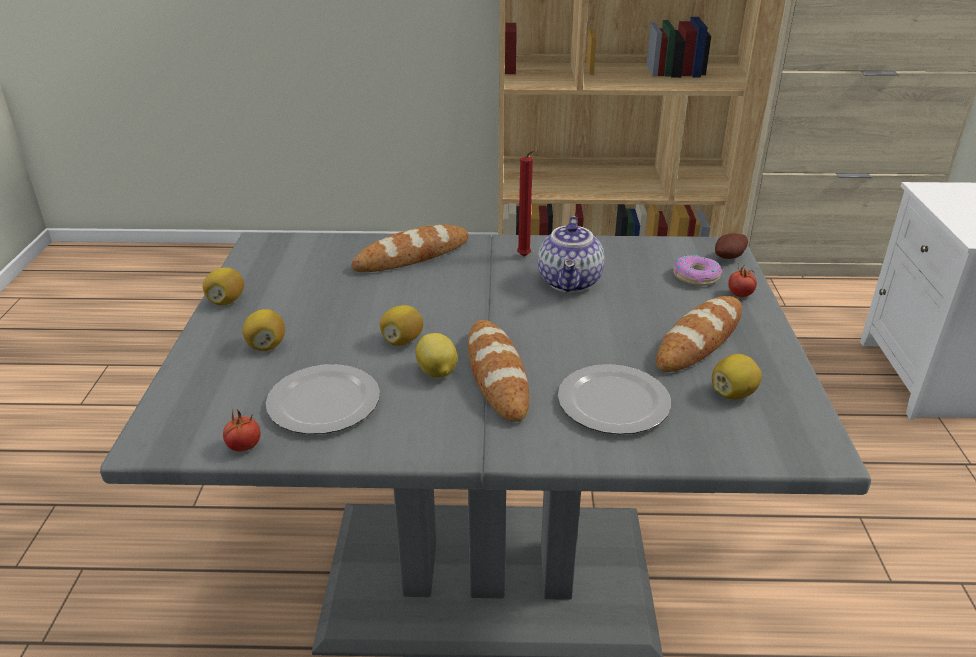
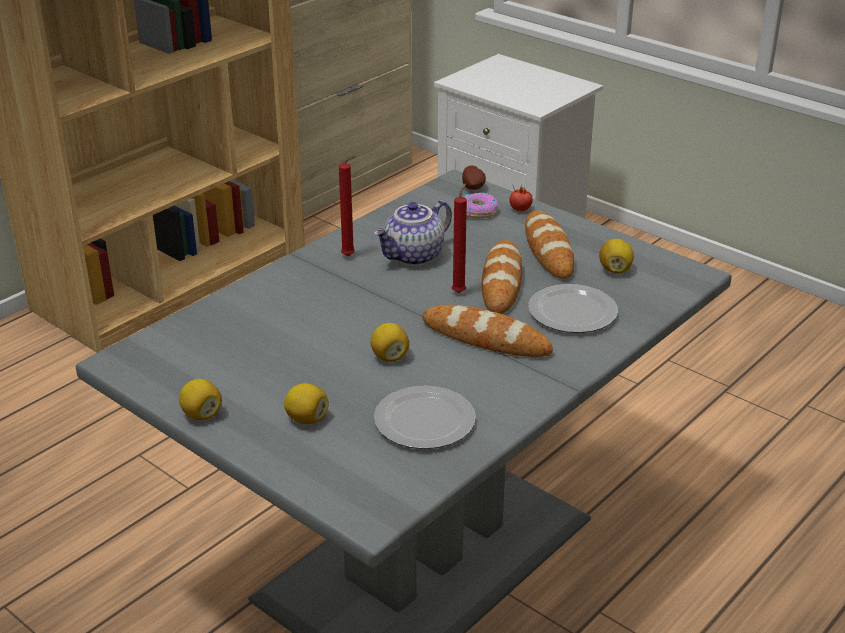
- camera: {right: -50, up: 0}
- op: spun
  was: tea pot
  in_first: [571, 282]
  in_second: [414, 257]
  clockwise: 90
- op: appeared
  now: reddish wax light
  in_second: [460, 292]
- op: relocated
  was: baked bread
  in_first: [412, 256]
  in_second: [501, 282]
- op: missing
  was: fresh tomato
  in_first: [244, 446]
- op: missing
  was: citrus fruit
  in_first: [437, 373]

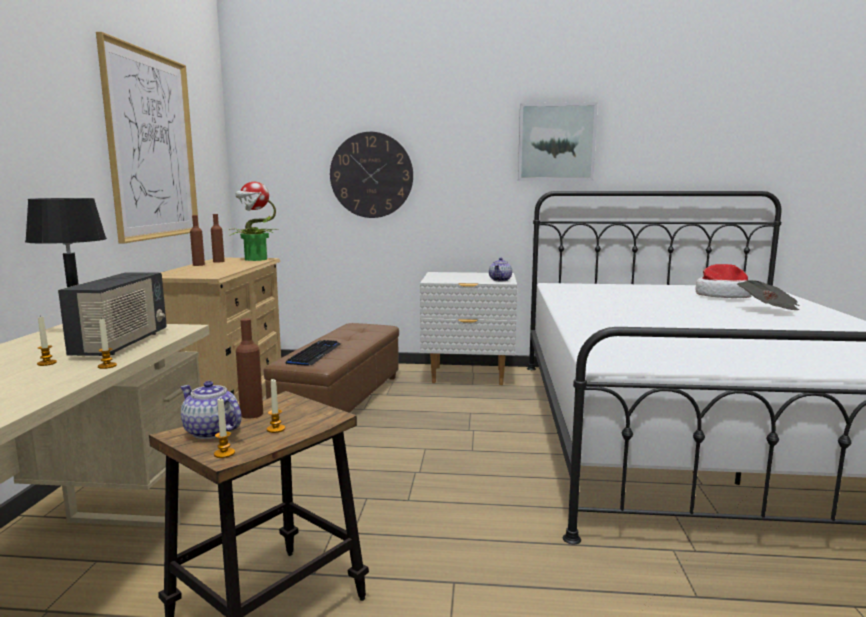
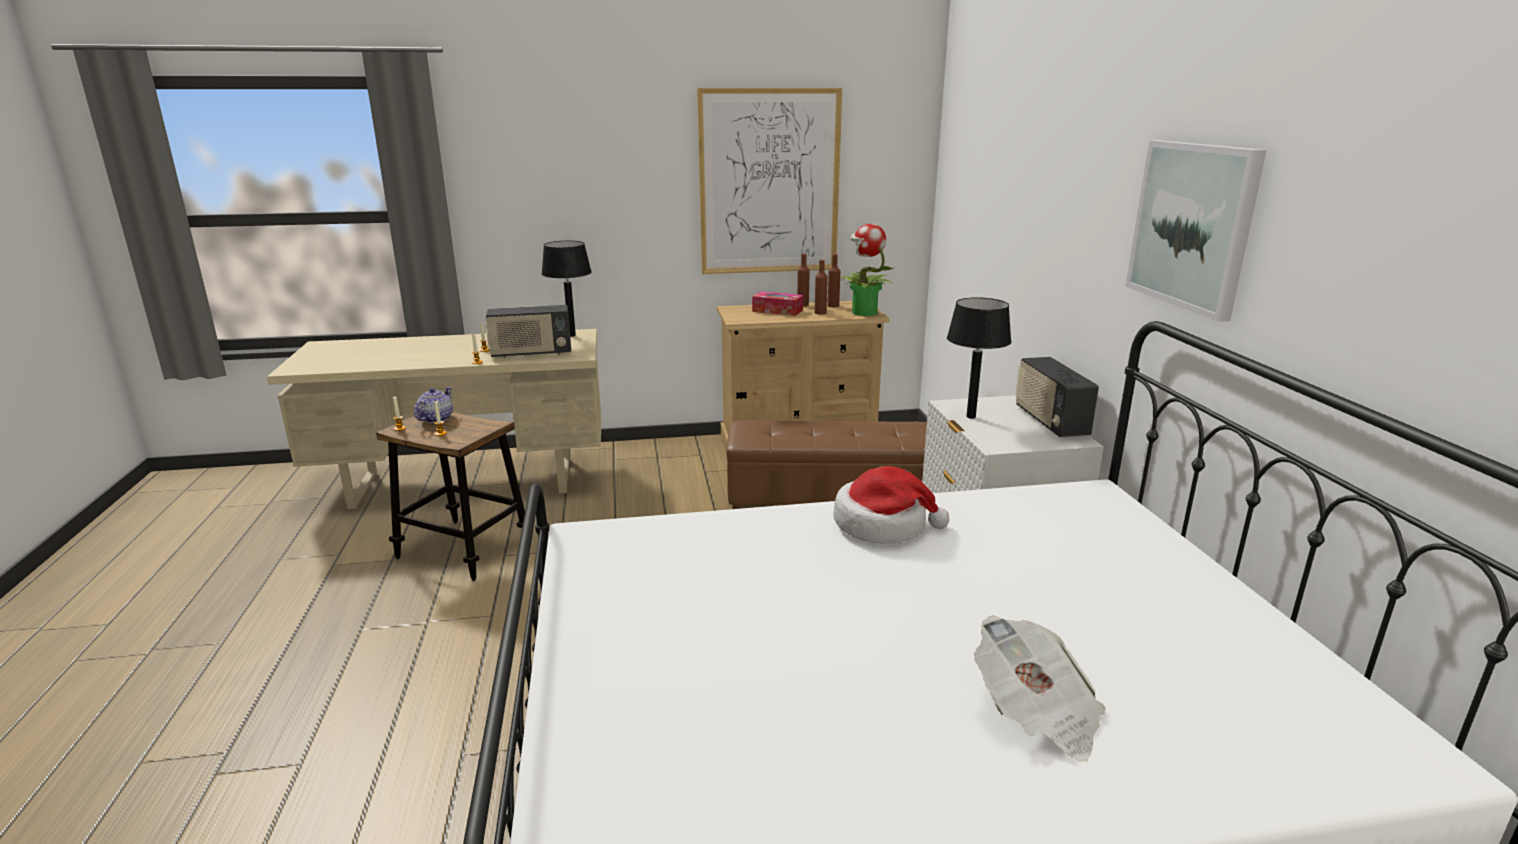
- camera: {right: 75, up: 10}
- op: appeared
  now: box of tissues
  in_second: [777, 311]
- op: relocated
  was: brown beverage bottle
  in_first: [251, 414]
  in_second: [820, 313]
- op: relocated
  was: wearable hat
  in_first: [722, 296]
  in_second: [883, 525]
- op: appeared
  now: black lamp for a table
  in_second: [971, 417]
- op: appeared
  now: radio receiver
  in_second: [1049, 422]
- op: missing
  was: keyboard
  in_first: [315, 354]
- op: missing
  was: wall clock
  in_first: [371, 175]
- op: missing
  was: tea pot
  in_first: [500, 280]

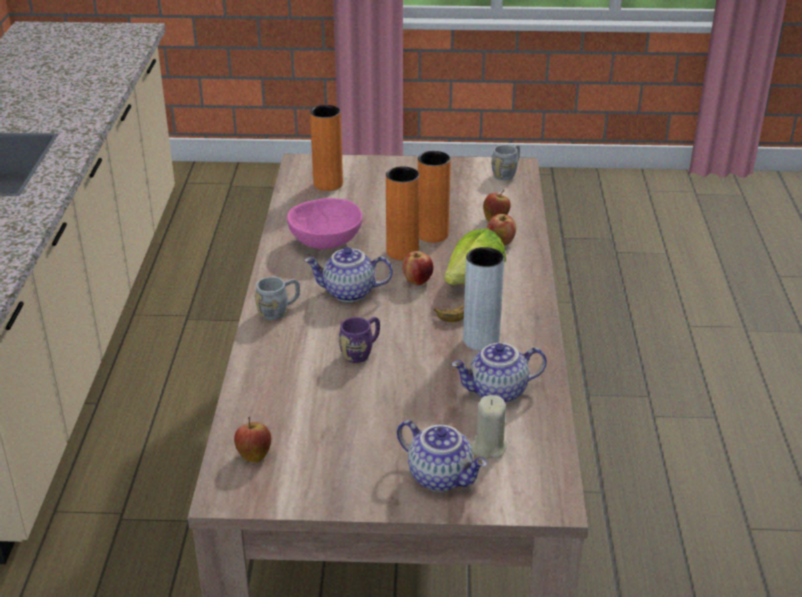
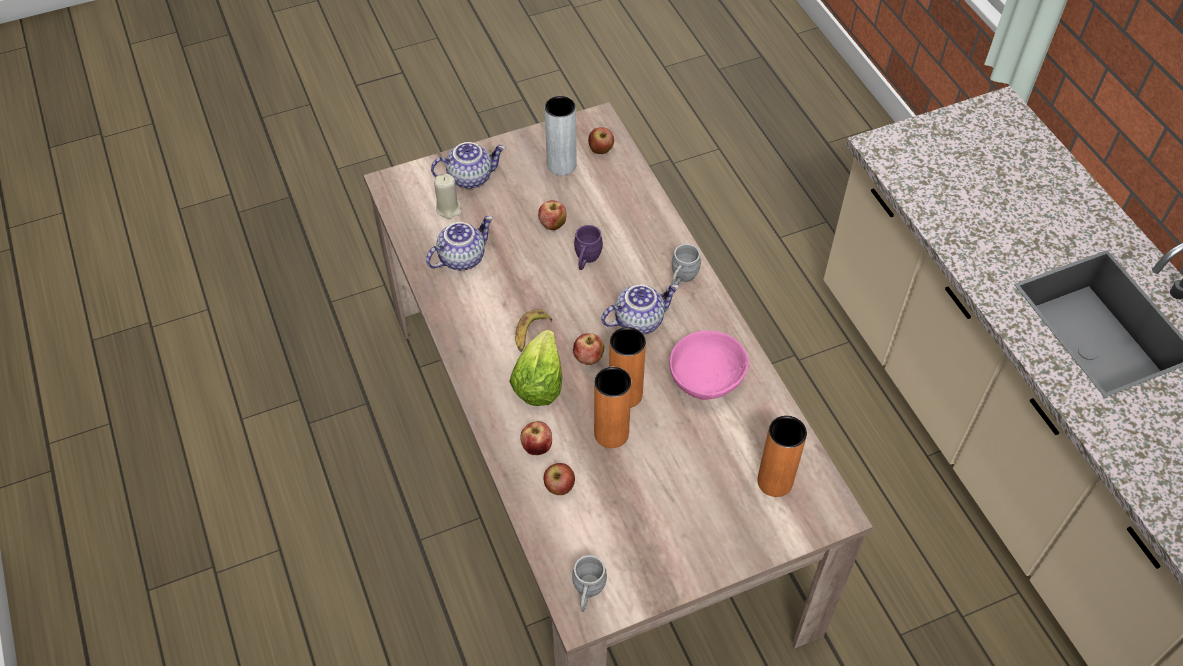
- camera: {right: 155, up: 20}
- op: spun
  was: tea pot
  in_first: [441, 476]
  in_second: [470, 177]
  clockwise: 150
- op: appeared
  now: whole apple
  in_second: [552, 225]
- op: relocated
  was: gray vase
  in_first: [481, 340]
  in_second: [561, 165]

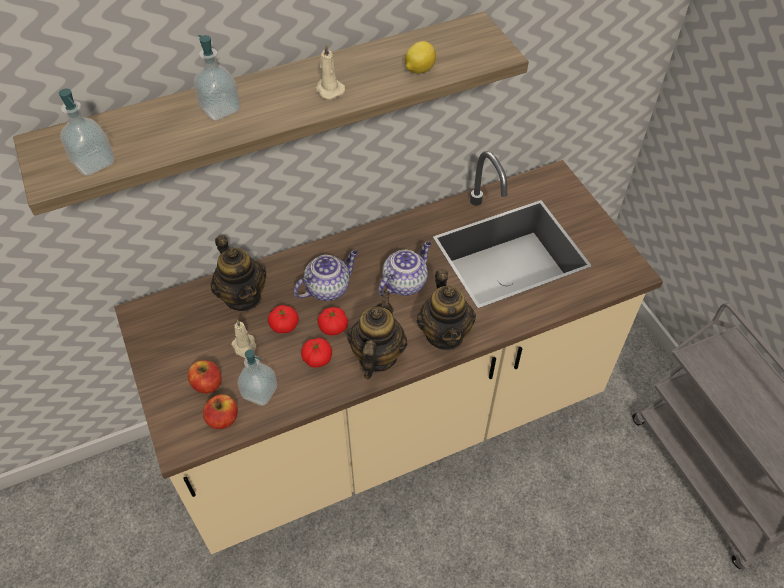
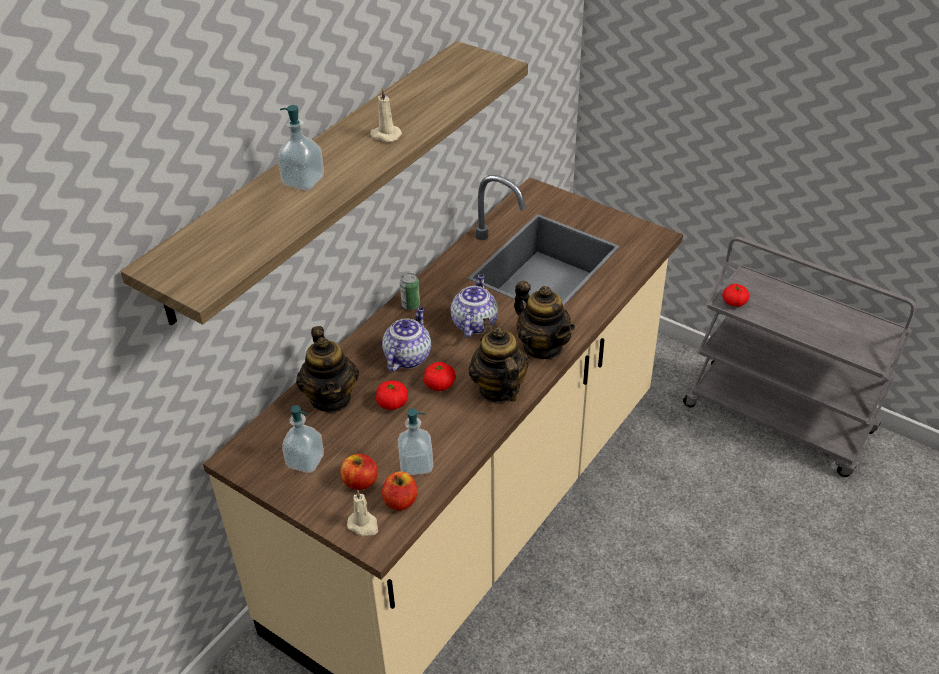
- camera: {right: -30, up: -10}
- op: relocated
  was: soap dispenser
  in_first: [94, 163]
  in_second: [305, 461]
- op: spun
  was: tea pot
  in_first: [243, 296]
  in_second: [331, 398]
  clockwise: 45
- op: relocated
  was: sand-coloured wax light
  in_first: [245, 347]
  in_second: [363, 525]
- op: appeared
  now: sealed can
  in_second: [410, 305]
- op: relocated
  was: fresh tomato
  in_first: [317, 358]
  in_second: [734, 302]
- op: missing
  was: citrus fruit
  in_first: [419, 70]

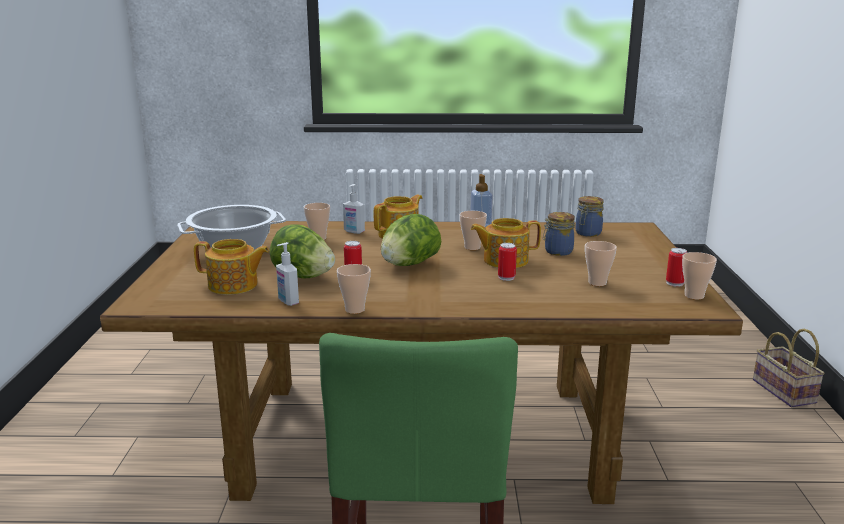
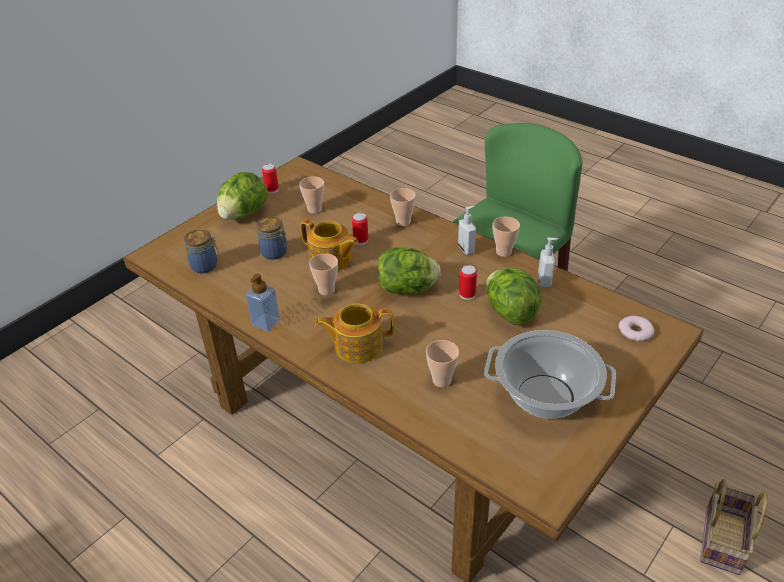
- camera: {right: -140, up: 20}
- op: appeared
  now: lettuce
  in_second: [243, 214]
- op: relocated
  was: small cup
  in_first: [694, 296]
  in_second: [403, 222]
- op: relocated
  was: soap dispenser
  in_first: [354, 232]
  in_second: [466, 249]
- op: appeared
  now: doughnut
  in_second: [635, 331]
- op: relocated
  was: basket
  in_first: [781, 391]
  in_second: [724, 541]
- op: missing
  was: tea pot
  in_first: [234, 285]

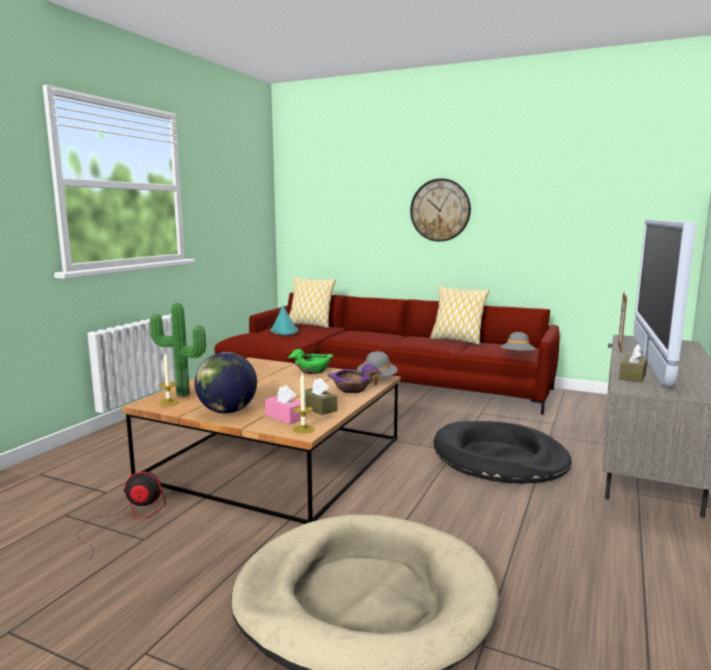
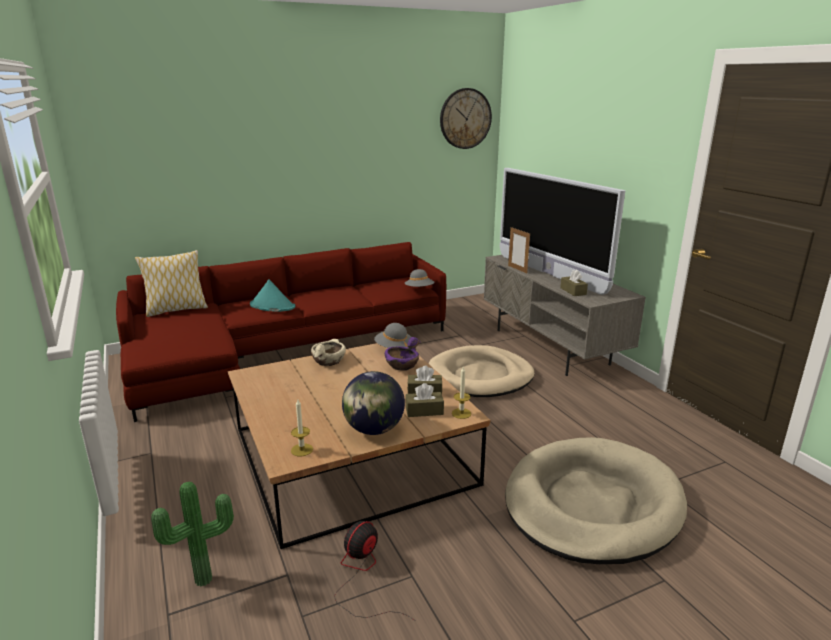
- camera: {right: -50, up: 10}
- op: relocated
  was: plant in a pot
  in_first: [182, 395]
  in_second: [205, 581]
- op: relocated
  was: turquoise-coloured wearable hat
  in_first: [283, 331]
  in_second: [272, 306]
- op: colour
  was: green bowl
  now: sand-coloured bowl
  in_first: [313, 371]
  in_second: [328, 361]
- op: colour
  was: pink-coloured box of tissues
  now: brown box of tissues
  in_first: [284, 417]
  in_second: [424, 411]
- op: colour
  was: black pet bed
  now: sand-coloured pet bed
  in_first: [499, 458]
  in_second: [480, 376]
- op: relocated
  was: wall clock
  in_first: [440, 210]
  in_second: [465, 118]
- op: missing
  was: pillow
  in_first: [457, 340]

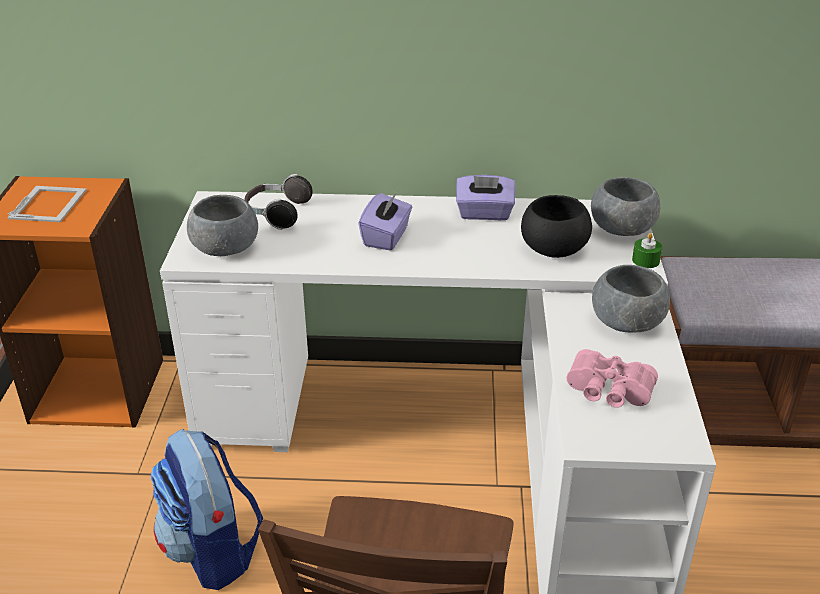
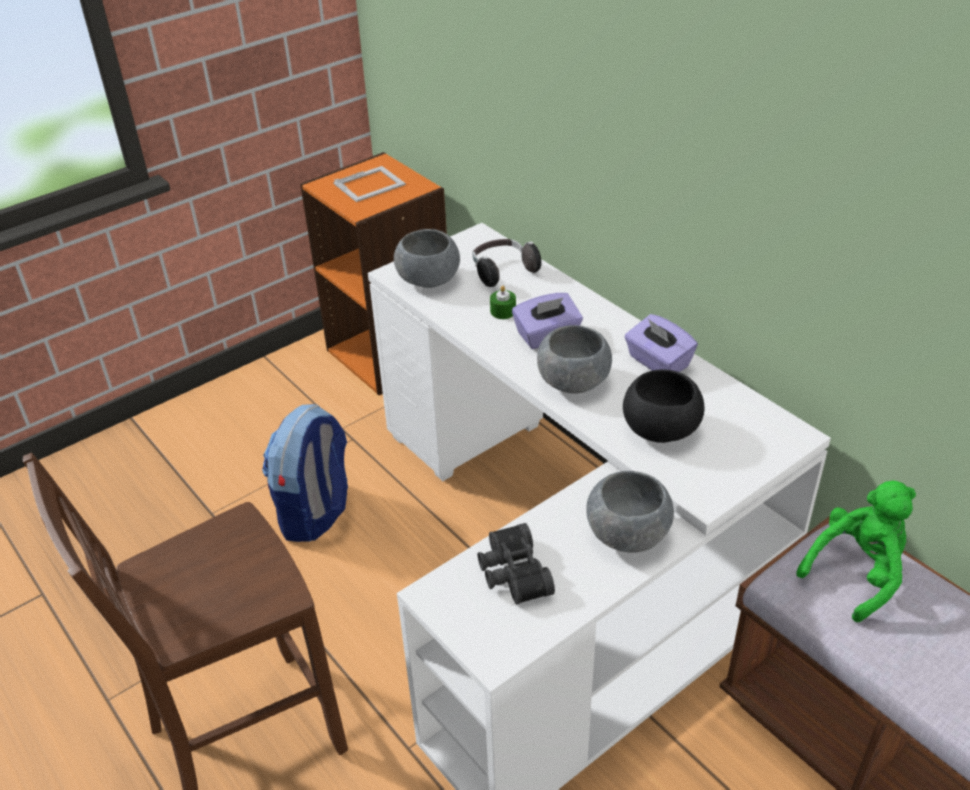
- camera: {right: 50, up: 5}
- op: colour
  was: pink-coloured binoculars
  now: black binoculars
  in_first: [608, 392]
  in_second: [511, 574]
- op: relocated
  was: green wax light
  in_first: [645, 260]
  in_second: [503, 311]
- op: relocated
  was: gray bowl
  in_first: [622, 229]
  in_second: [574, 382]
- op: appeared
  now: green soft toy
  in_second: [857, 573]

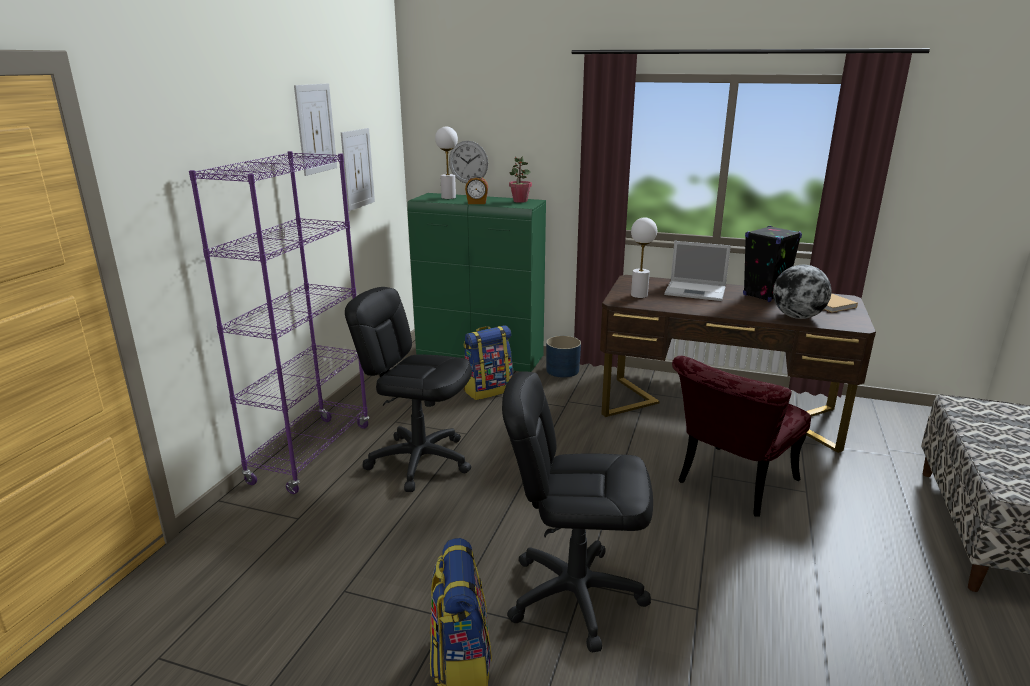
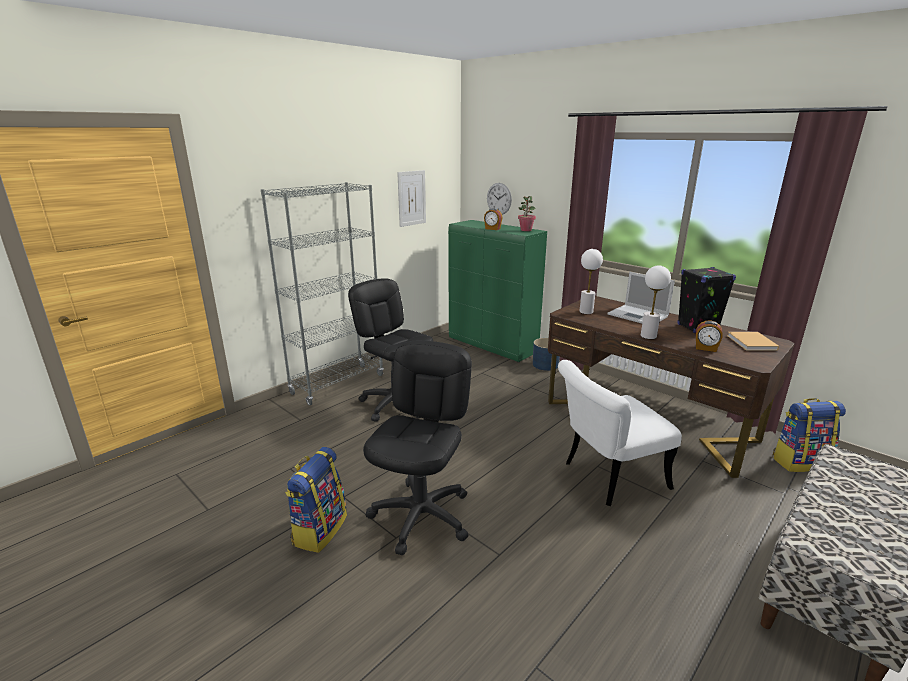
- camera: {right: 25, up: 0}
- op: colour
  was: purple shelving unit
  now: gray shelving unit
  in_first: [311, 454]
  in_second: [338, 384]
- op: spun
  was: black computer chair
  in_first: [575, 595]
  in_second: [421, 516]
  clockwise: 75
- op: colour
  was: reddish plain chair
  now: white plain chair
  in_first: [731, 486]
  in_second: [606, 477]
- op: relocated
  was: white lamp for a table
  in_first: [448, 197]
  in_second: [648, 336]
- op: exchanged
  was: globe
  now: table clock
  in_first: [797, 317]
  in_second: [705, 348]
- op: relocated
  was: backpack
  in_first: [488, 390]
  in_second: [799, 462]
- op: missing
  was: wall art
  in_first: [316, 129]

